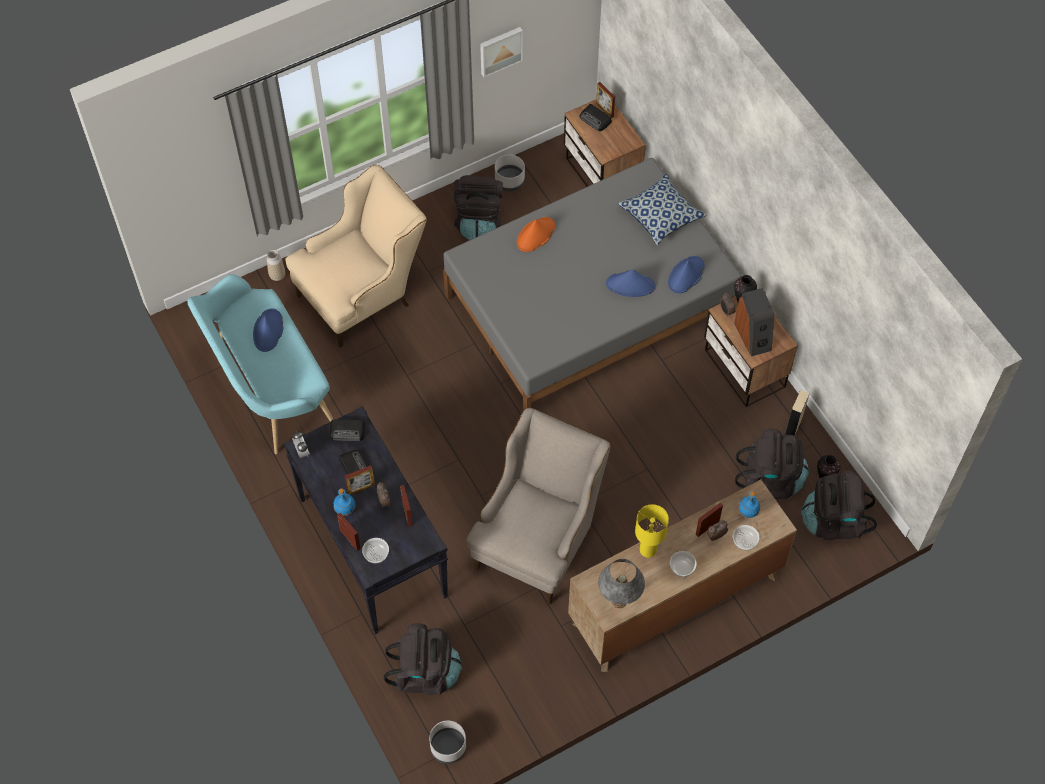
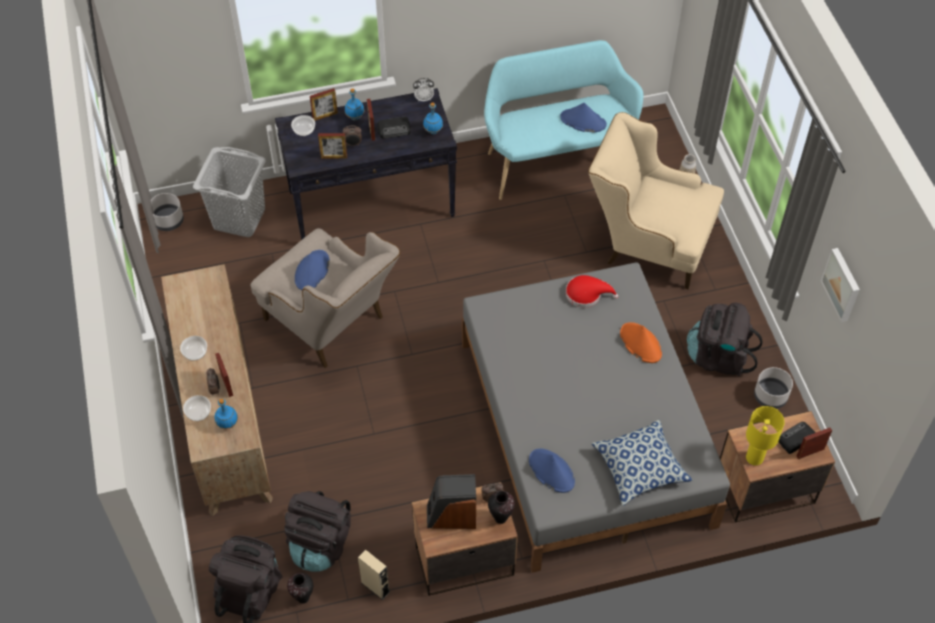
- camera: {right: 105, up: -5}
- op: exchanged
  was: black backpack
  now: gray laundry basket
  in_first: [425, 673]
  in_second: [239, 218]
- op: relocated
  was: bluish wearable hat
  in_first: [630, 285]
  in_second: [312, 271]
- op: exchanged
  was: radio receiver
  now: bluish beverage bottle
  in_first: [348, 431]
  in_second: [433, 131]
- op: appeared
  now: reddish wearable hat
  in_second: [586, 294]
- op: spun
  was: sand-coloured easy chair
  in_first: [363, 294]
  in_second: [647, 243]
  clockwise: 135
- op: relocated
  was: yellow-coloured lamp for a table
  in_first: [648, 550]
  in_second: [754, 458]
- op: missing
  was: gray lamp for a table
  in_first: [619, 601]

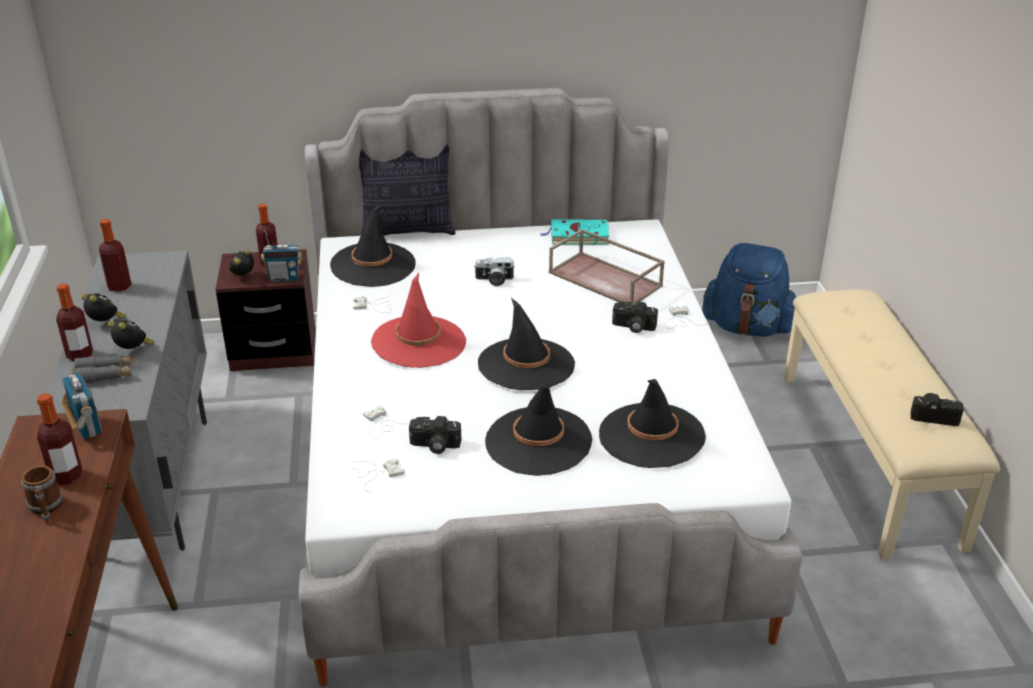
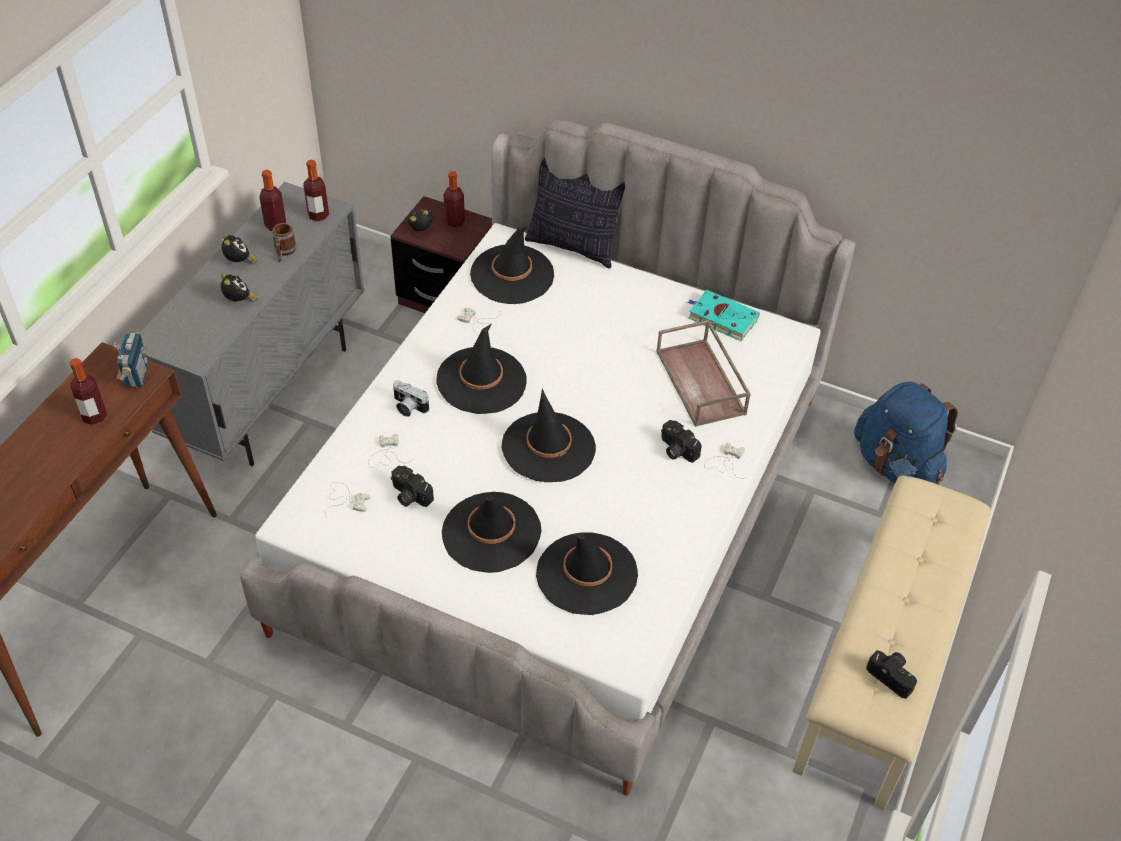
- camera: {right: 30, up: 15}
- op: relocated
  was: mug
  in_first: [46, 509]
  in_second: [284, 252]
- op: relocated
  was: beverage bottle
  in_first: [80, 355]
  in_second: [318, 215]
- op: relocated
  was: still camera
  in_first: [494, 280]
  in_second: [408, 407]
- op: colour
  was: reddish wearable hat
  now: black wearable hat
  in_first: [419, 342]
  in_second: [481, 381]
- op: missing
  was: gray binoculars
  in_first: [105, 375]
- op: missing
  was: radio receiver
  in_first: [284, 278]

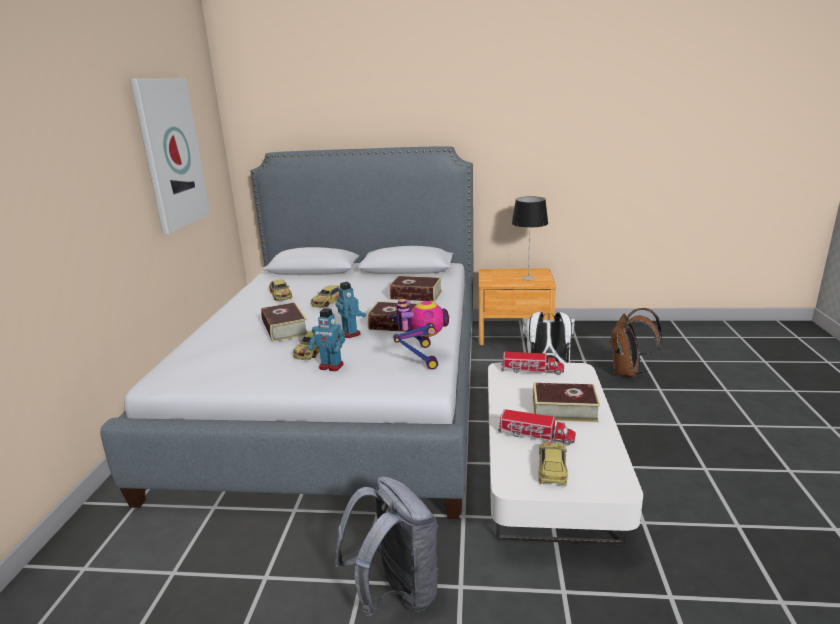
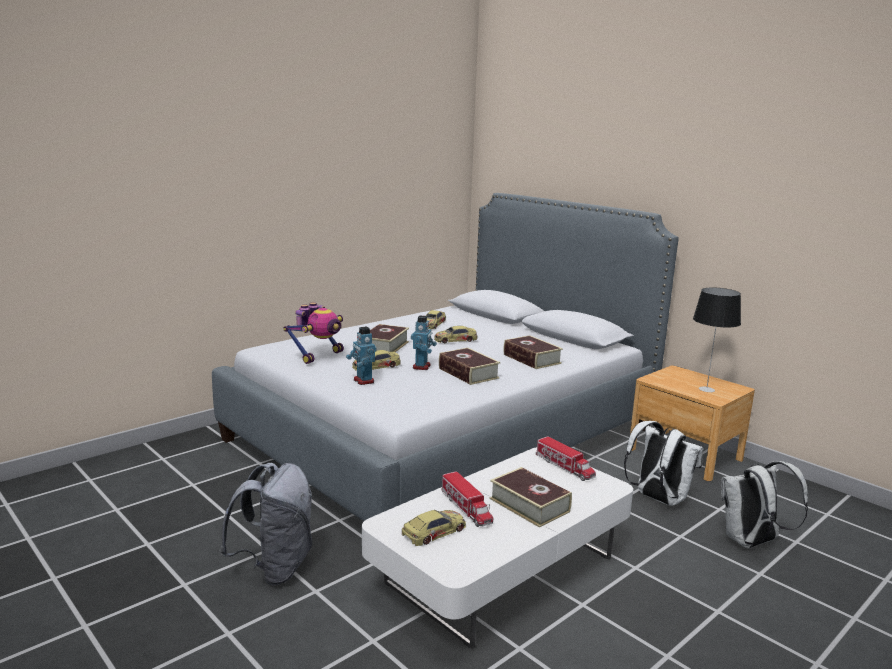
- camera: {right: 40, up: -5}
- op: relocated
  was: robot figure
  in_first: [420, 357]
  in_second: [318, 356]
- op: colour
  was: brown backpack
  now: white backpack
  in_first: [628, 373]
  in_second: [751, 542]
- op: missing
  was: wall art
  in_first: [171, 154]

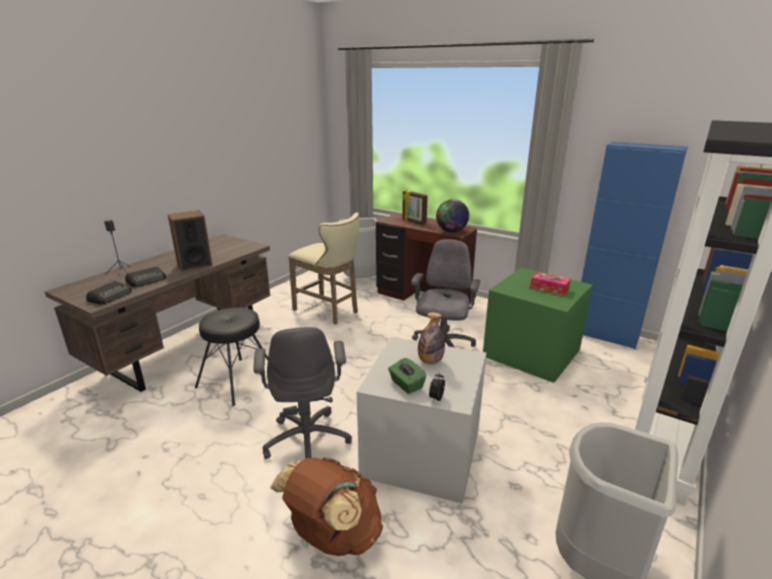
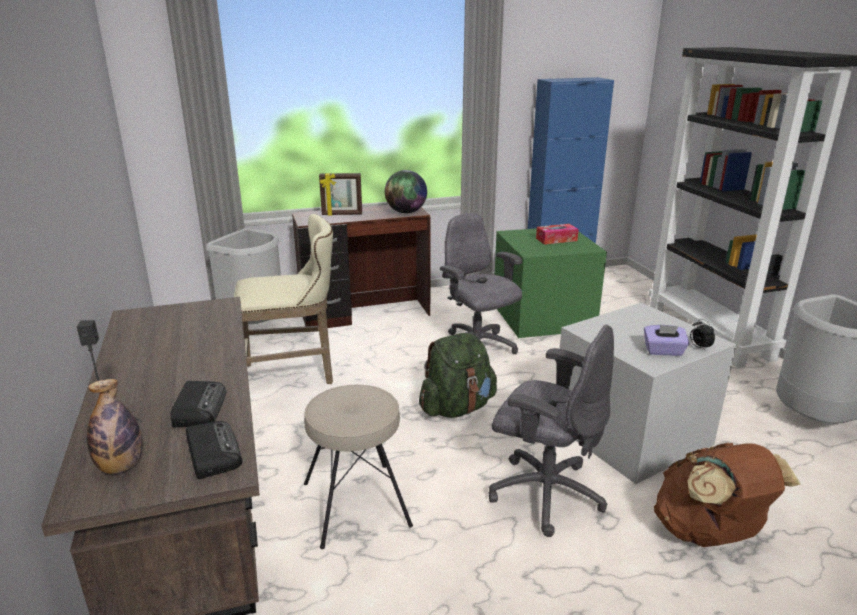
- camera: {right: -50, up: 0}
- op: relocated
  was: beverage bottle
  in_first: [430, 361]
  in_second: [121, 466]
- op: colour
  was: black stool seat
  now: sand-coloured stool seat
  in_first: [238, 381]
  in_second: [357, 503]
- op: appeared
  now: green backpack
  in_second: [457, 408]
- op: colour
  was: green box of tissues
  now: purple box of tissues
  in_first: [406, 384]
  in_second: [663, 351]
- op: missing
  was: loudspeaker
  in_first: [194, 264]

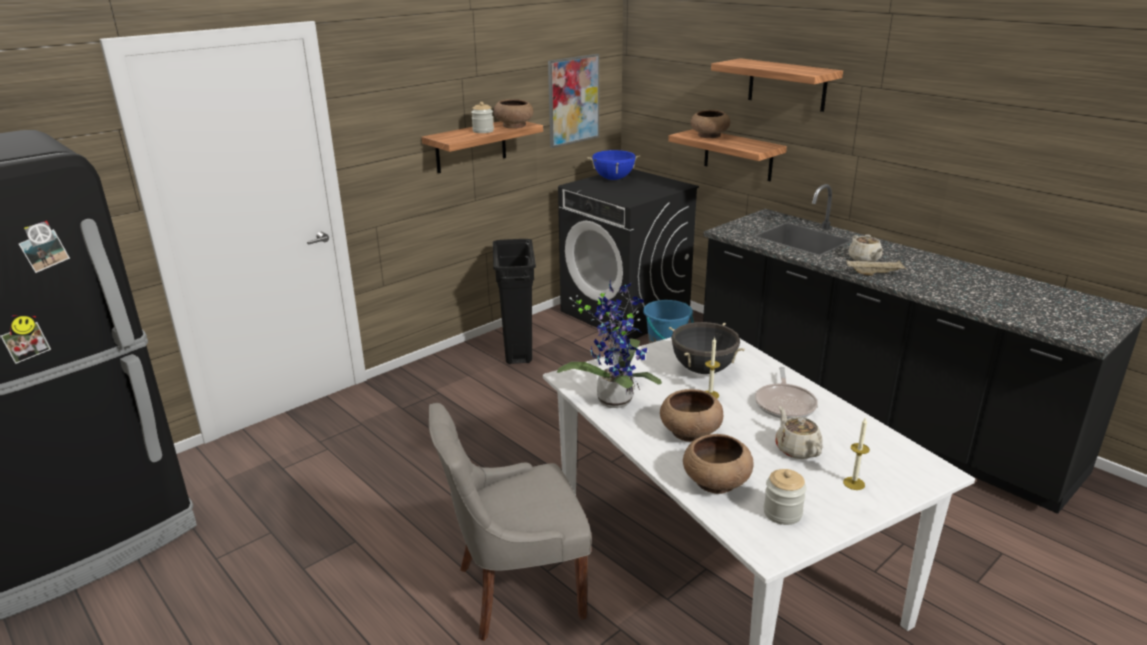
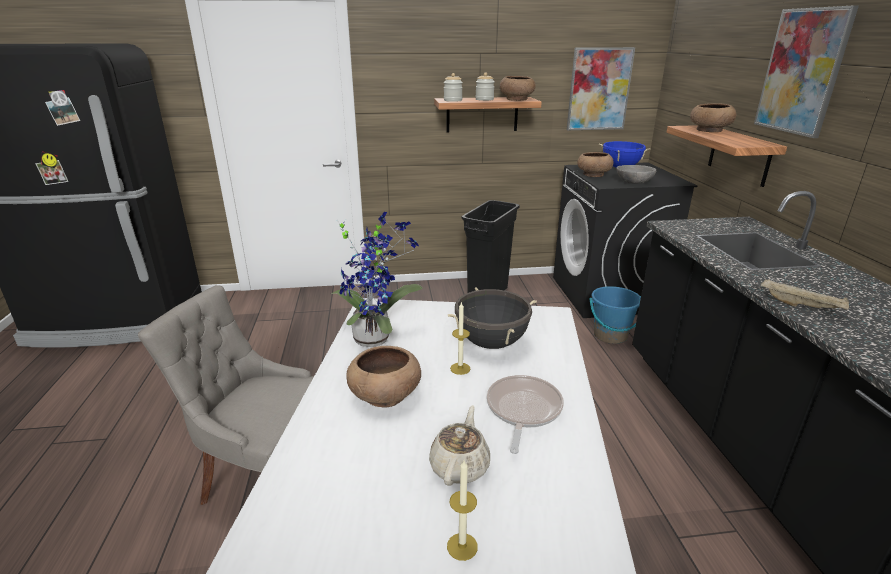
- camera: {right: 35, up: 0}
- op: relocated
  was: storage jar
  in_first: [782, 513]
  in_second: [453, 100]
- op: spun
  was: pan
  in_first: [785, 404]
  in_second: [522, 410]
  clockwise: 150
- op: relocated
  was: brown bowl
  in_first: [715, 482]
  in_second: [593, 175]
- op: appeared
  now: gray bowl
  in_second: [634, 182]
- op: exchanged
  was: wall shelf
  now: wall art
  in_first: [787, 84]
  in_second: [802, 72]
- op: missing
  was: sand-coloured tea pot
  in_first: [864, 259]

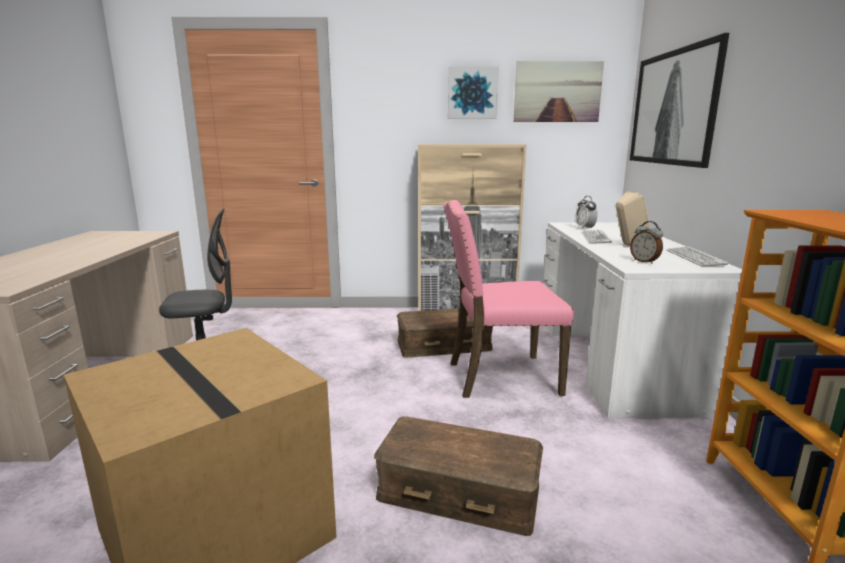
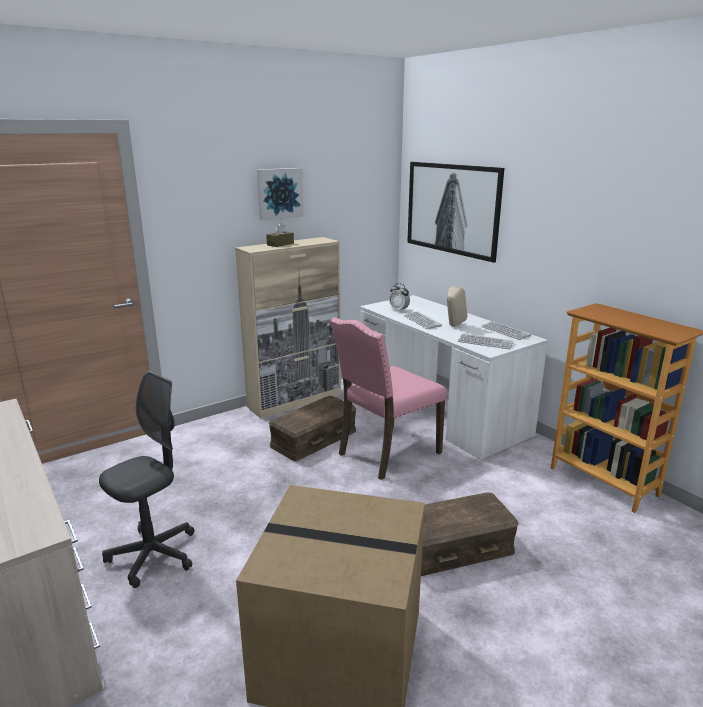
- camera: {right: -35, up: 5}
- op: appeared
  now: brown box of tissues
  in_second: [280, 244]
- op: exchanged
  was: table clock
  now: keyboard
  in_first: [644, 261]
  in_second: [485, 342]
- op: missing
  was: wall art
  in_first: [557, 92]

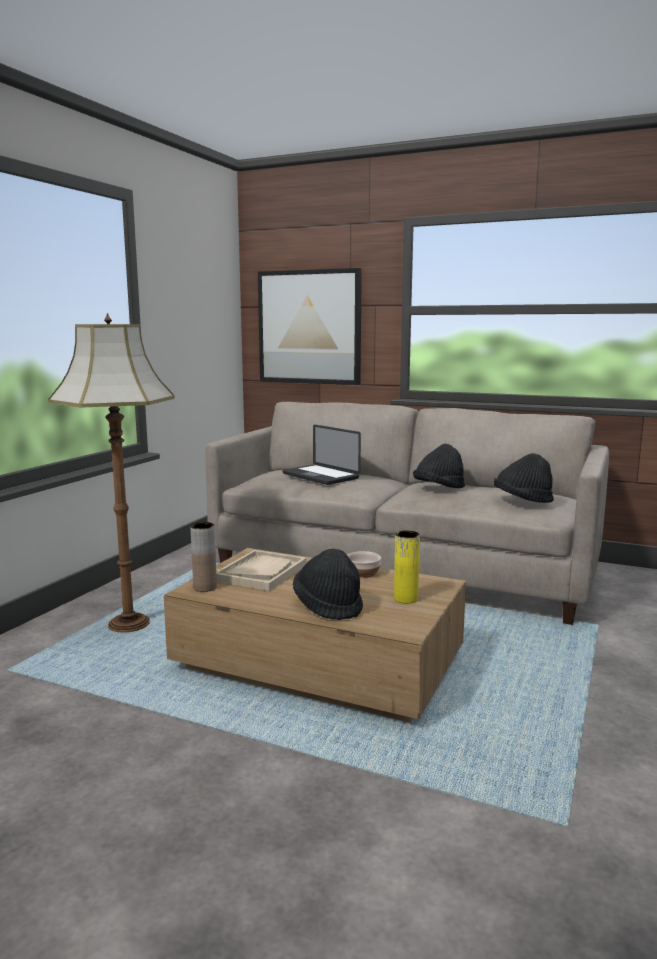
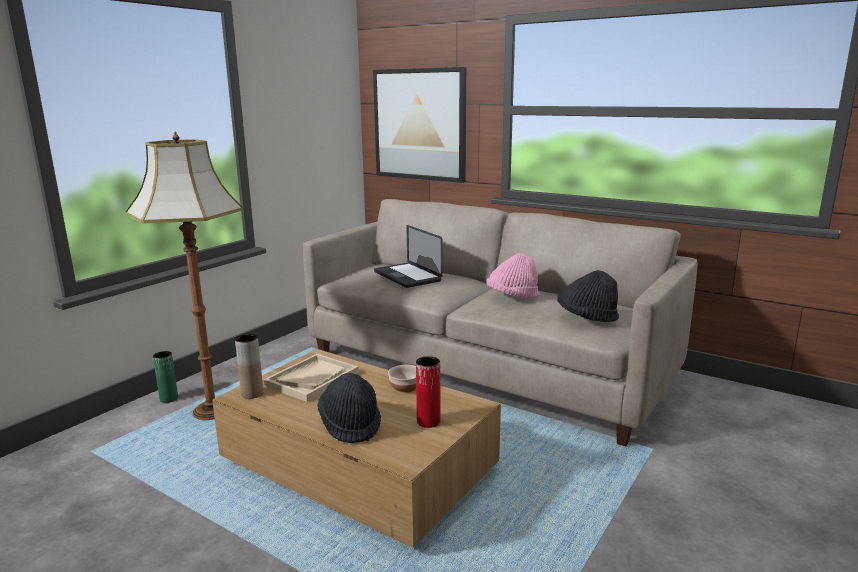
- camera: {right: 10, up: 5}
- op: appeared
  now: green vase
  in_second: [169, 399]
- op: colour
  was: yellow-coloured vase
  now: reddish vase
  in_first: [405, 599]
  in_second: [428, 422]
- op: colour
  was: black wearable hat
  now: pink-coloured wearable hat
  in_first: [439, 489]
  in_second: [512, 297]

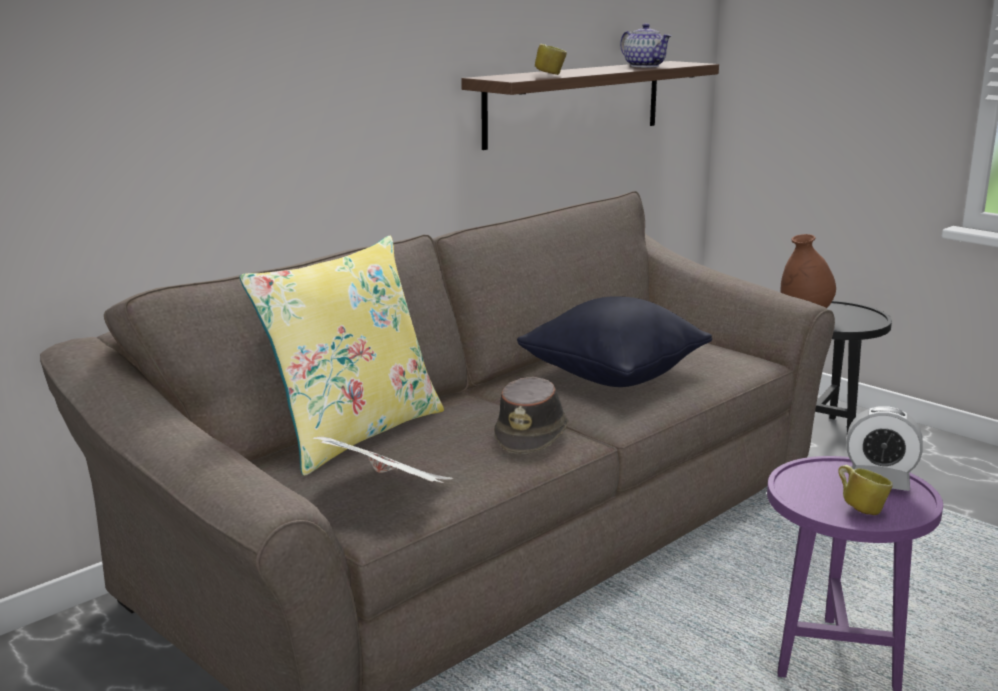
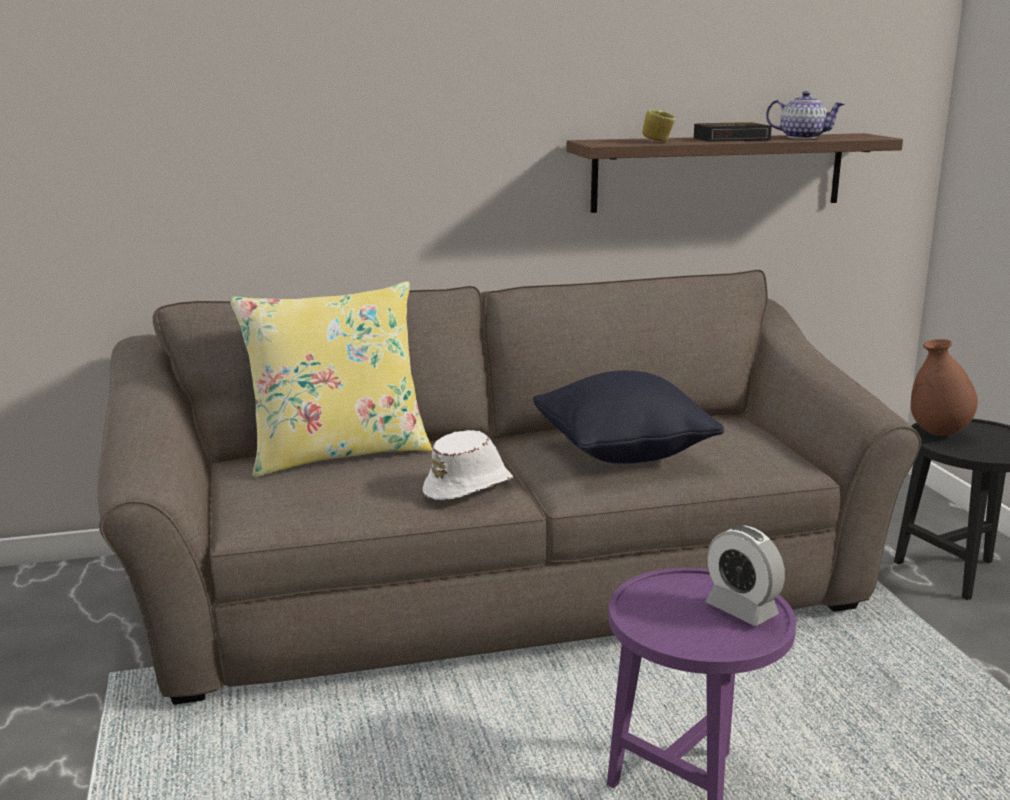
- camera: {right: 30, up: 0}
- op: colour
  was: brown wearable hat
  now: white wearable hat
  in_first: [532, 436]
  in_second: [469, 487]
- op: appeared
  now: table clock
  in_second: [733, 139]
- op: spun
  was: tea pot
  in_first: [644, 66]
  in_second: [802, 137]
  clockwise: -60
- op: missing
  was: printed paper
  in_first: [388, 494]
- op: missing
  was: mug
  in_first: [860, 509]

